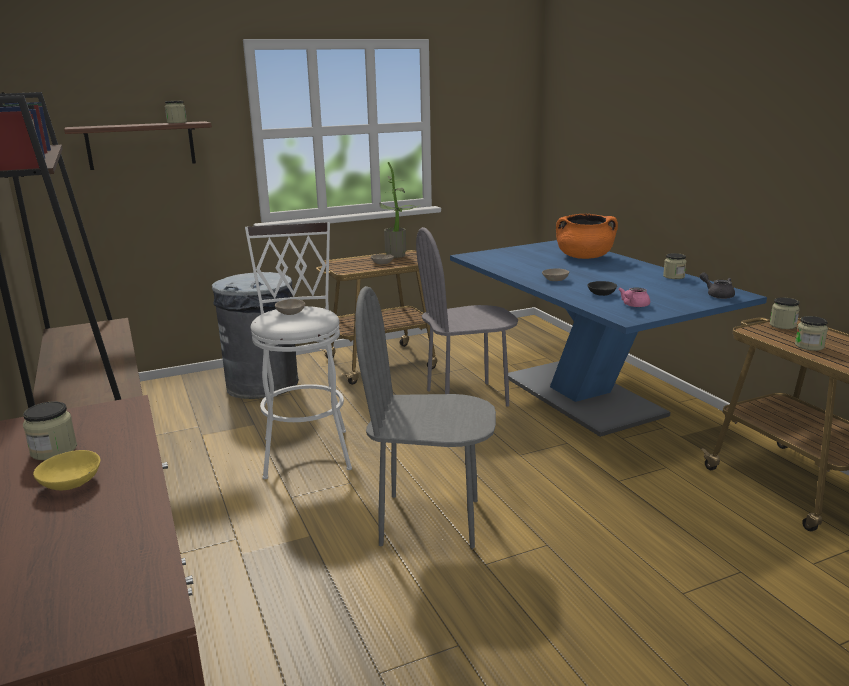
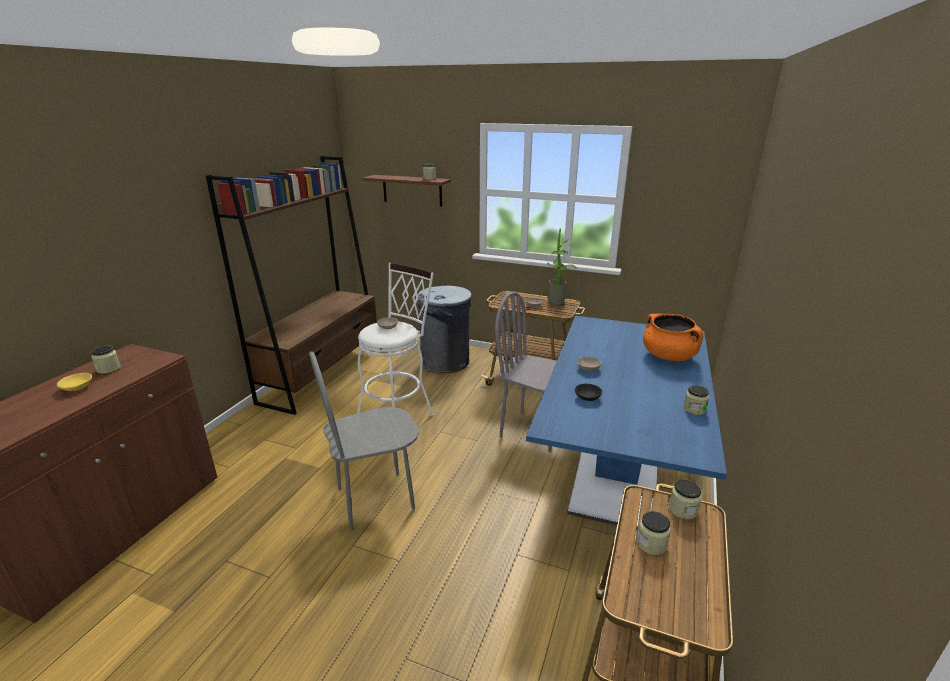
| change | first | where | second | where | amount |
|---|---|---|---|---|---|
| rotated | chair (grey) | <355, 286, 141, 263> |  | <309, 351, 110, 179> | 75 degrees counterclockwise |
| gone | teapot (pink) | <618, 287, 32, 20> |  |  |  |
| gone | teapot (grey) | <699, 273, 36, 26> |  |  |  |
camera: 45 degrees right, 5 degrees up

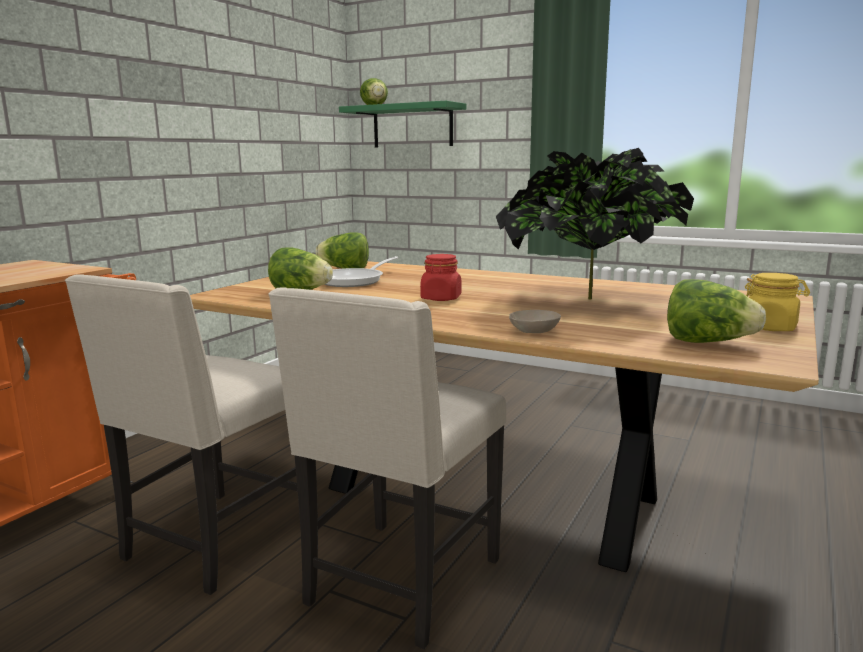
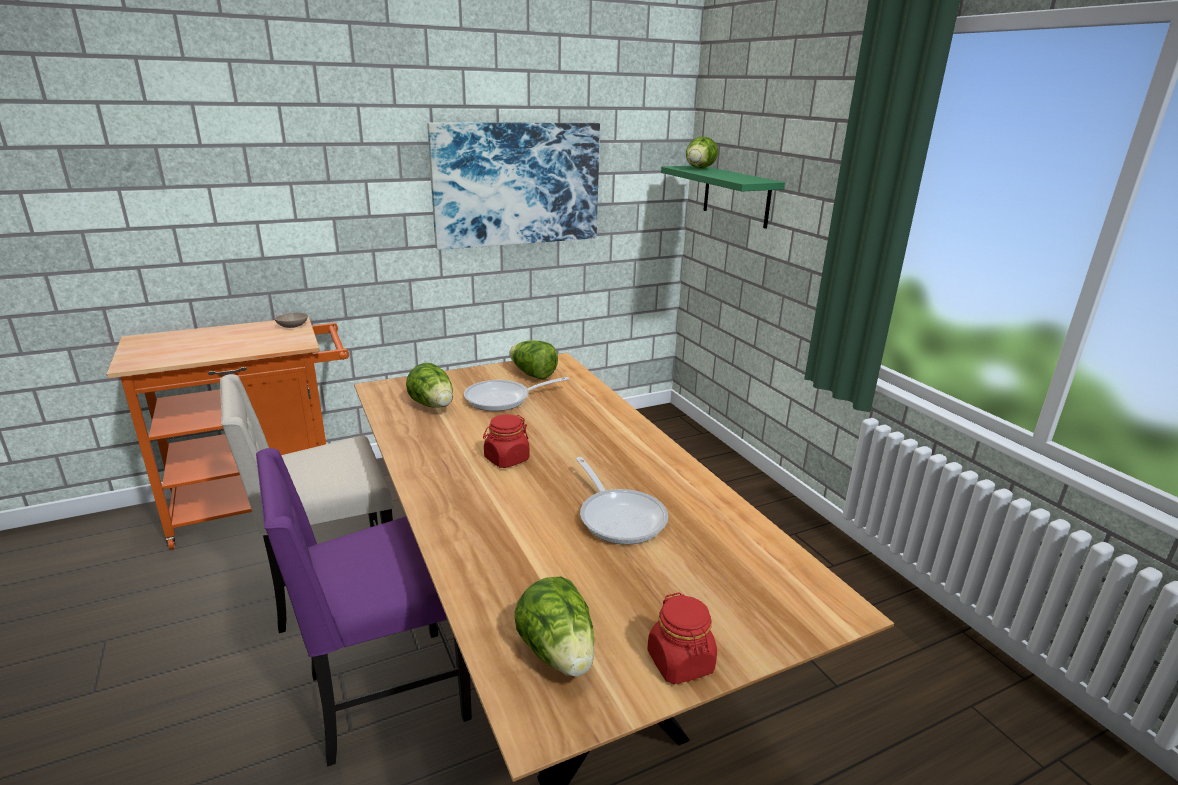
| change | first | where | second | where | amount |
|---|---|---|---|---|---|
| repainted | chair (beige) | <268, 287, 238, 362> | chair (purple) | <256, 448, 216, 318> |  |
| shifted | bowl (beige) | <509, 310, 52, 23> |  | <274, 312, 34, 16> |  |
| new |  |  | picture | <427, 122, 173, 128> |  |
| swapped | potted plant | <496, 148, 198, 152> | frying pan | <576, 457, 92, 88> |  |
| repainted | jar (yellow) | <745, 273, 65, 58> | jar (red) | <647, 592, 70, 92> |  |
camera: 35 degrees right, 10 degrees up

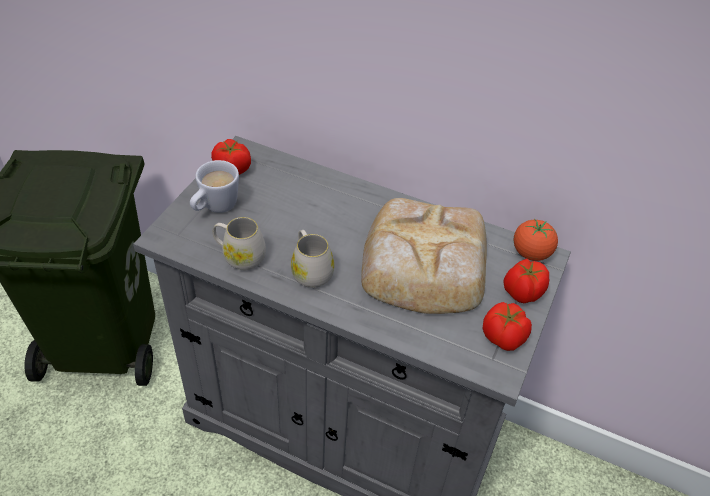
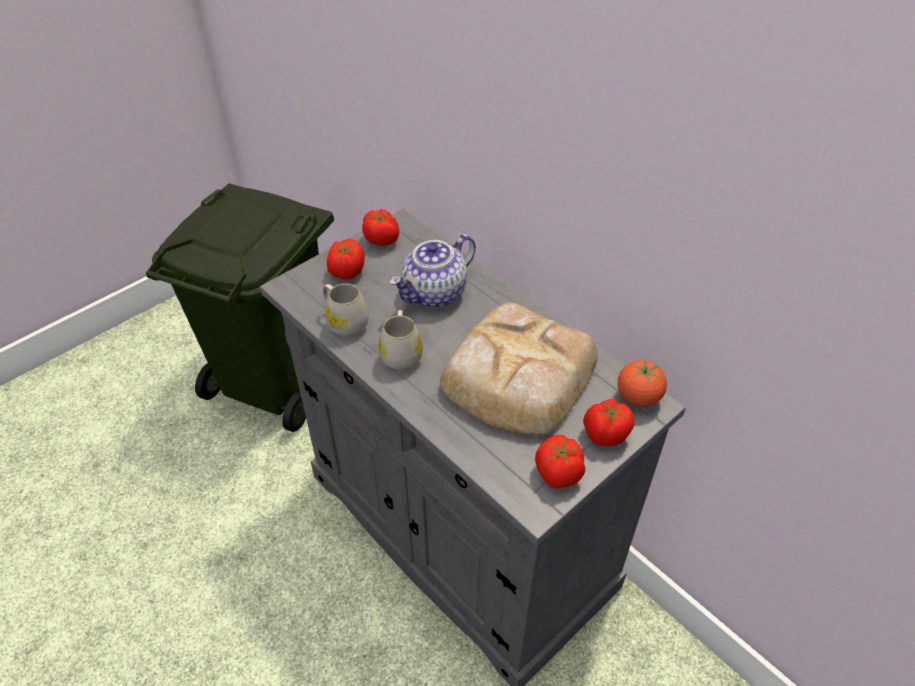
| change | first | where | second | where | amount |
|---|---|---|---|---|---|
| swapped | mug (white) | <190, 160, 49, 53> | tomato | <327, 239, 38, 41> |  |
| new |  |  | teapot | <390, 234, 86, 74> |  |
camera: 25 degrees right, 0 degrees up

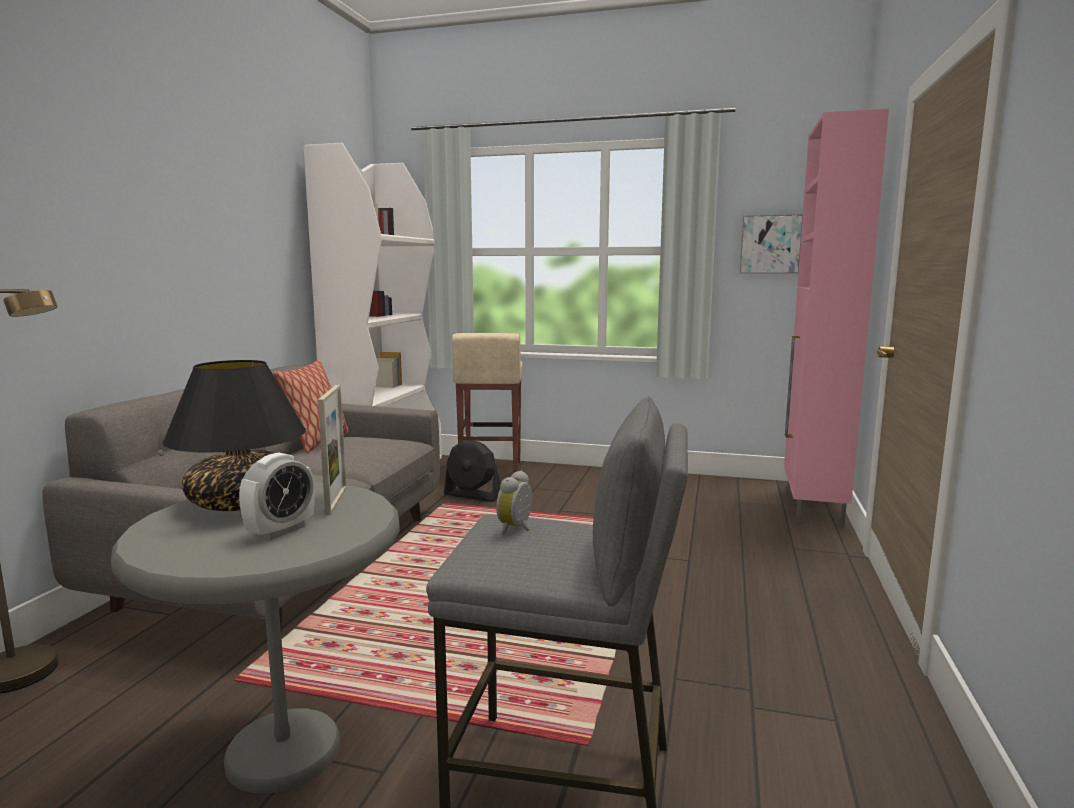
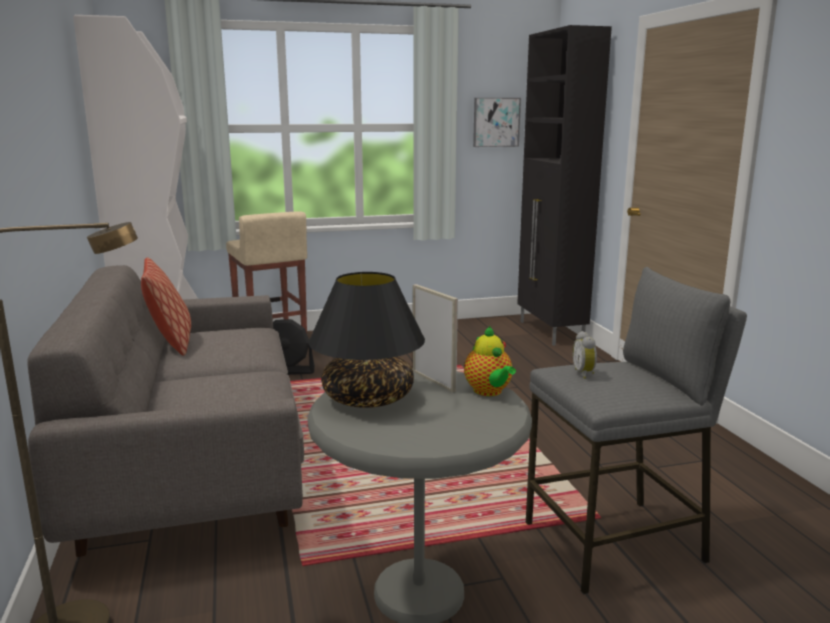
| change | first | where | second | where | amount |
|---|---|---|---|---|---|
| new |  |  | teapot | <464, 326, 52, 70> |  |
| repainted | cabinet (pink) | <784, 109, 105, 419> | cabinet (black) | <517, 25, 95, 321> |  |
| gone | alarm clock | <239, 452, 76, 88> |  |  |  |
camera: 30 degrees left, 5 degrees up

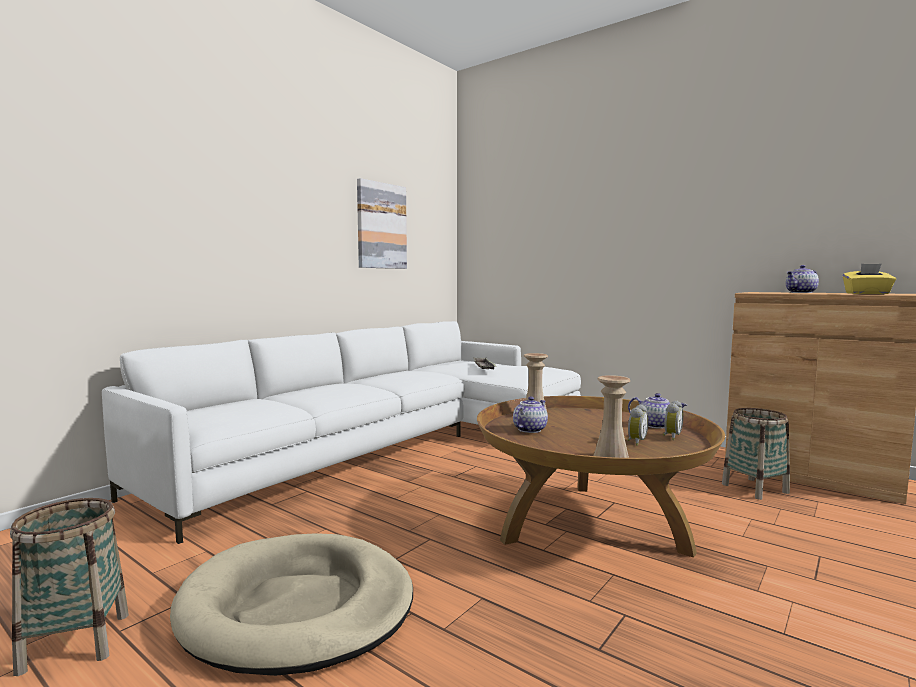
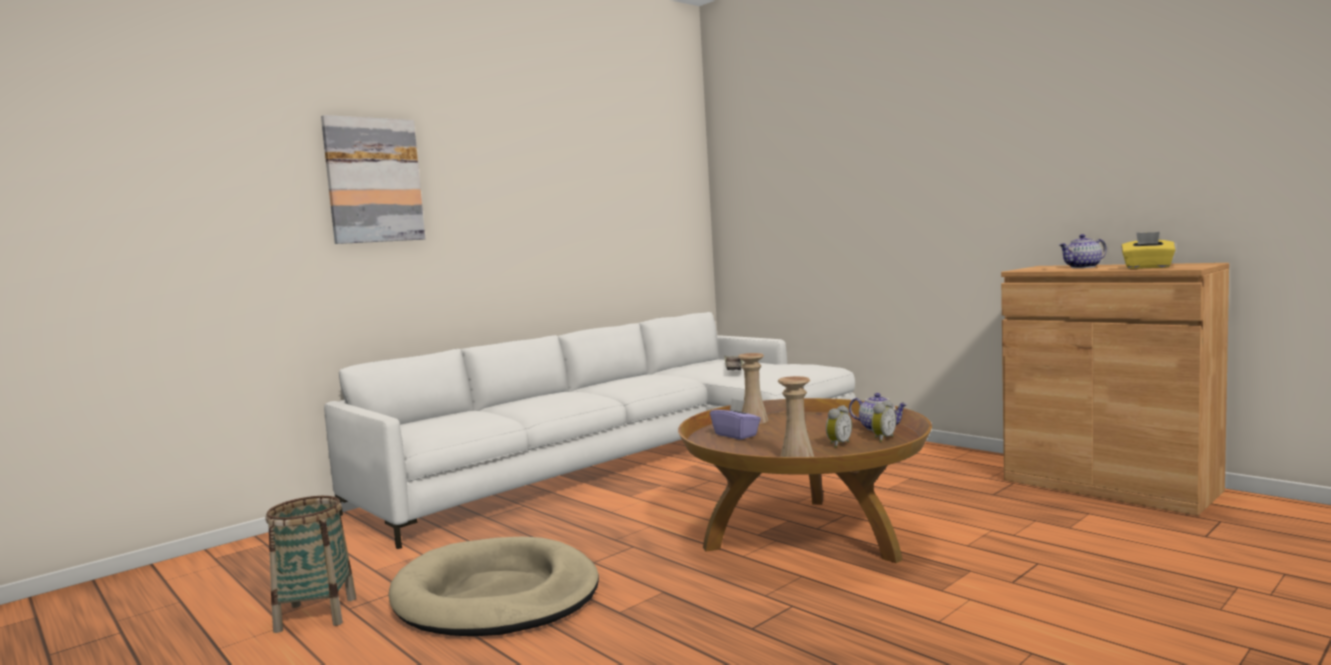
| change | first | where | second | where | amount |
|---|---|---|---|---|---|
| shifted | picture | <357, 178, 50, 91> |  | <321, 115, 104, 129> |  |
| swapped | teapot | <513, 397, 35, 36> | tissue box (purple) | <710, 399, 51, 41> |  |
| gone | basket | <722, 408, 68, 92> |  |  |  |
camera: 10 degrees right, 0 degrees up

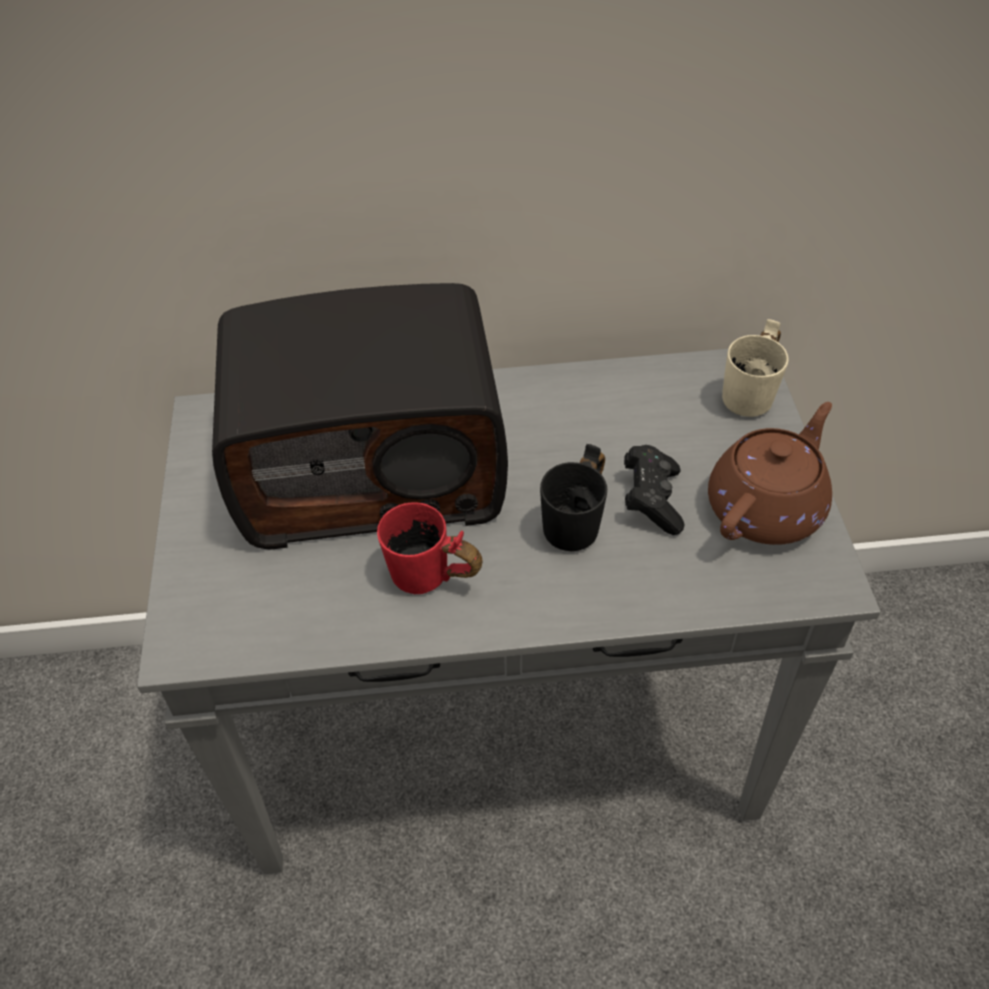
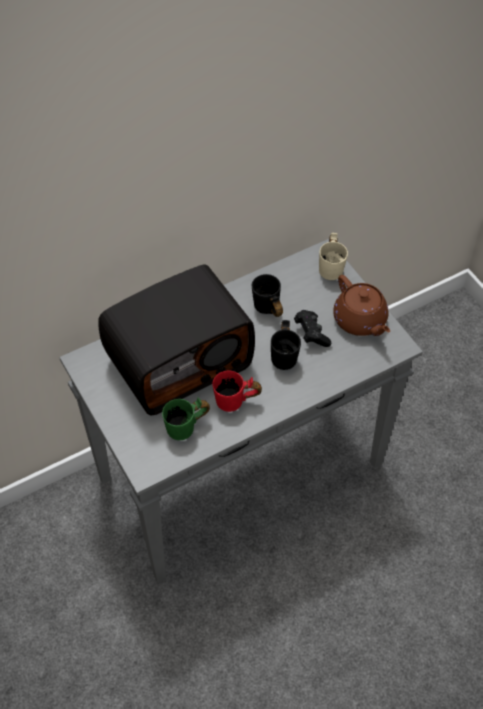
| change | first | where | second | where | amount |
|---|---|---|---|---|---|
| new |  |  | mug (green) | <162, 397, 48, 43> |  |
| new |  |  | mug (black) | <252, 274, 31, 43> |  |
| rotated | teapot (brown) | <708, 402, 124, 143> |  | <333, 275, 57, 61> | 135 degrees clockwise |
camera: 25 degrees left, 5 degrees up

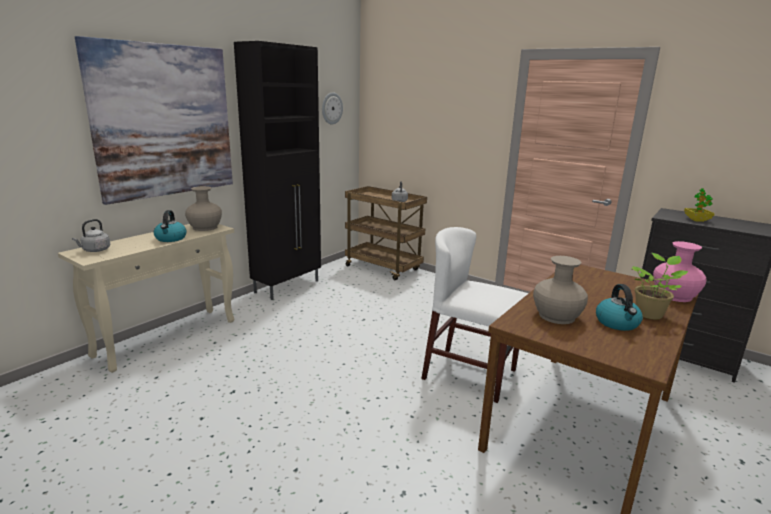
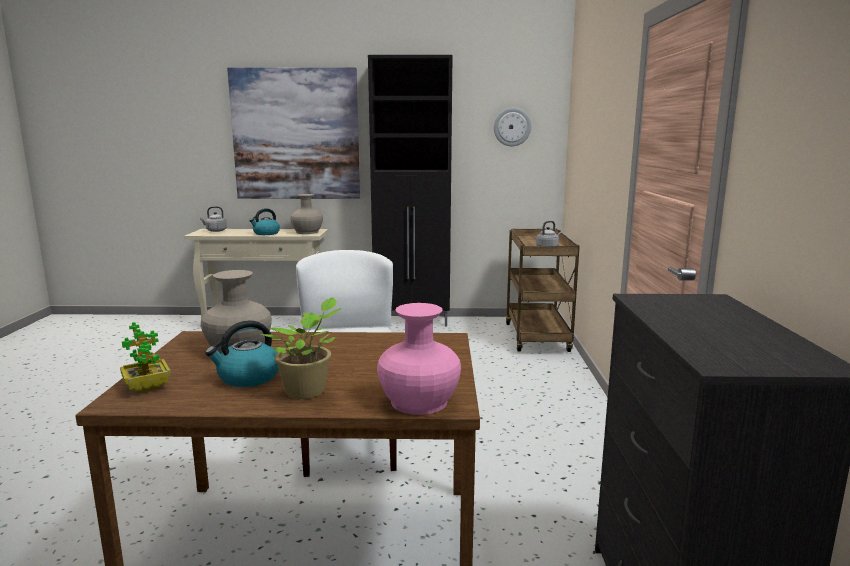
| change | first | where | second | where | amount |
|---|---|---|---|---|---|
| shifted | potted plant | <684, 188, 31, 34> |  | <120, 322, 51, 71> |  |
camera: 55 degrees right, 5 degrees down

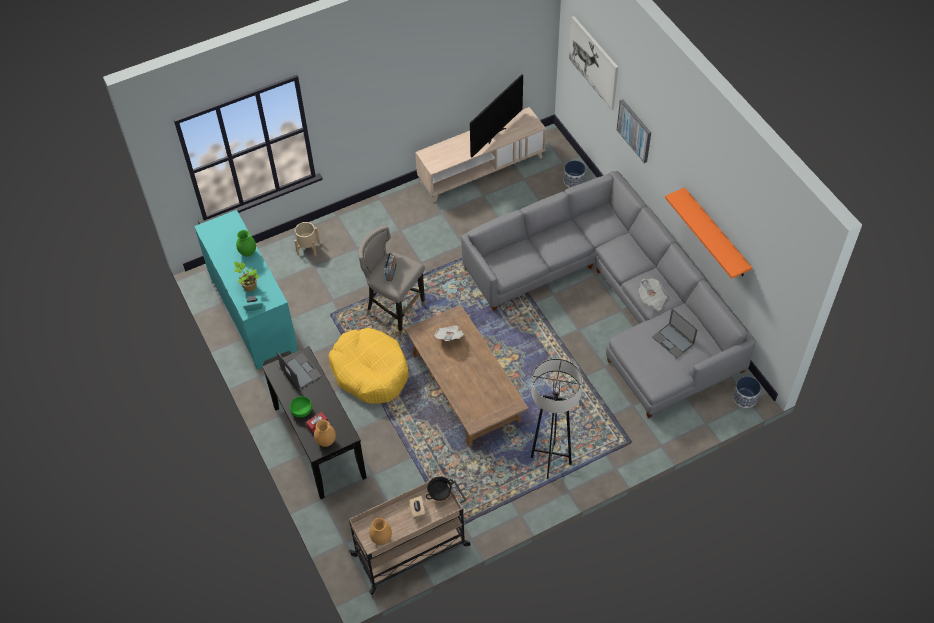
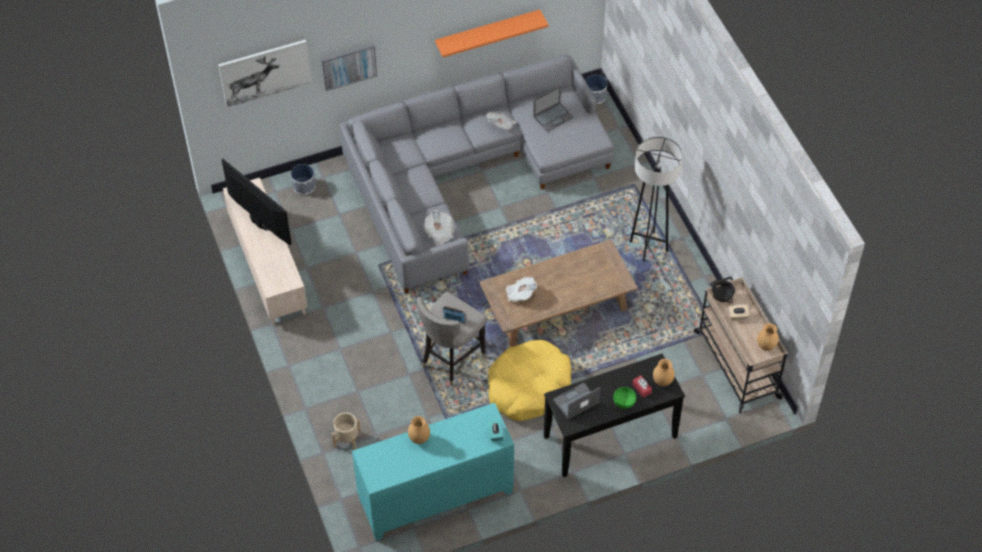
| change | first | where | second | where | amount |
|---|---|---|---|---|---|
| repainted | vase (green) | <236, 230, 20, 26> | vase (brown) | <408, 416, 22, 28> |  |
| new |  |  | newspaper | <424, 210, 29, 36> |  |
| gone | potted plant | <234, 262, 26, 30> |  |  |  |
camera: 85 degrees left, 0 degrees up

